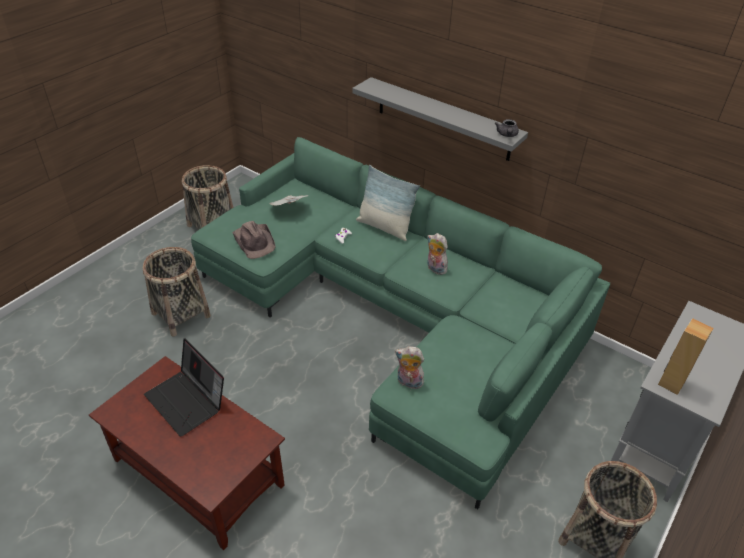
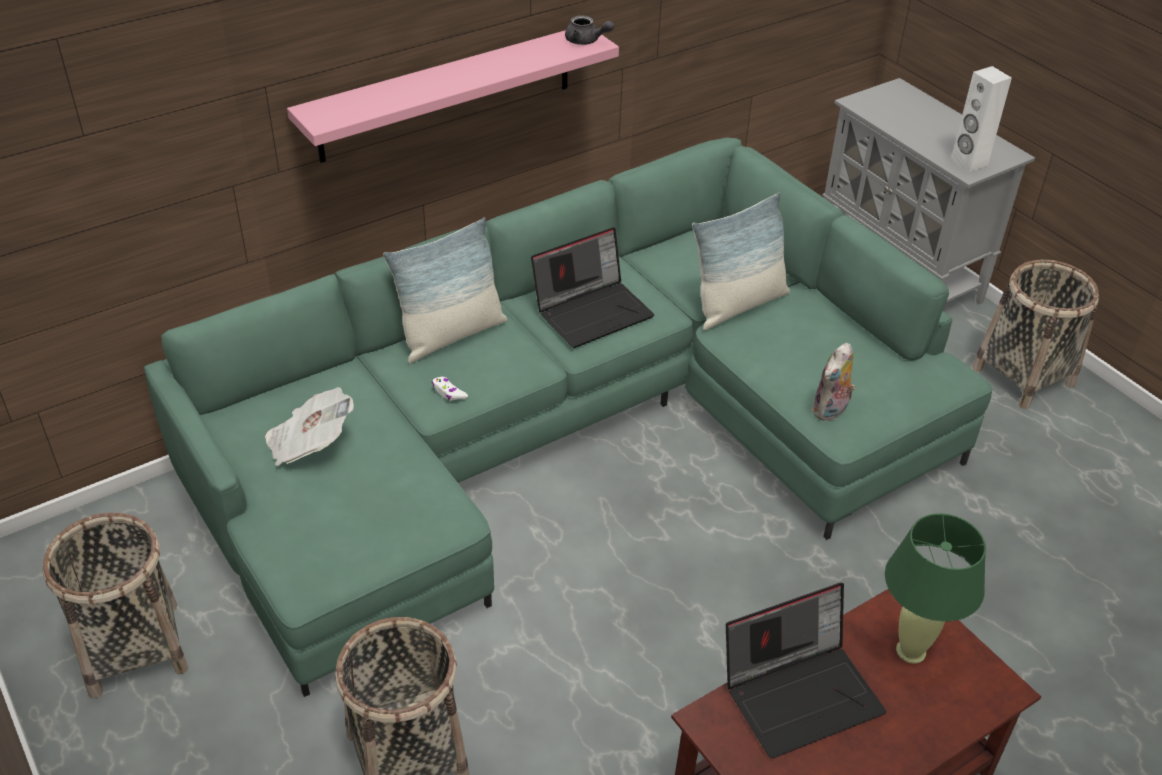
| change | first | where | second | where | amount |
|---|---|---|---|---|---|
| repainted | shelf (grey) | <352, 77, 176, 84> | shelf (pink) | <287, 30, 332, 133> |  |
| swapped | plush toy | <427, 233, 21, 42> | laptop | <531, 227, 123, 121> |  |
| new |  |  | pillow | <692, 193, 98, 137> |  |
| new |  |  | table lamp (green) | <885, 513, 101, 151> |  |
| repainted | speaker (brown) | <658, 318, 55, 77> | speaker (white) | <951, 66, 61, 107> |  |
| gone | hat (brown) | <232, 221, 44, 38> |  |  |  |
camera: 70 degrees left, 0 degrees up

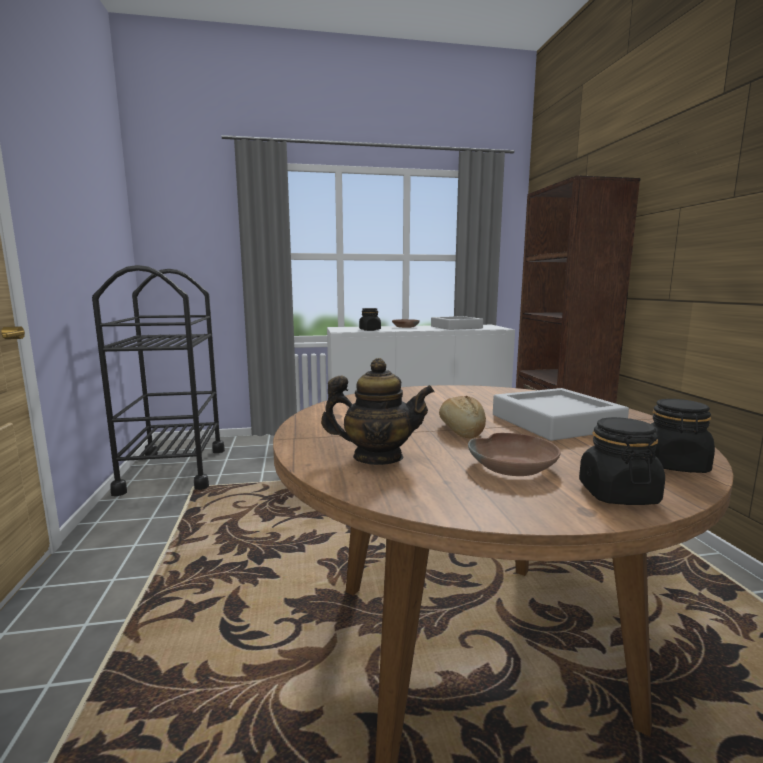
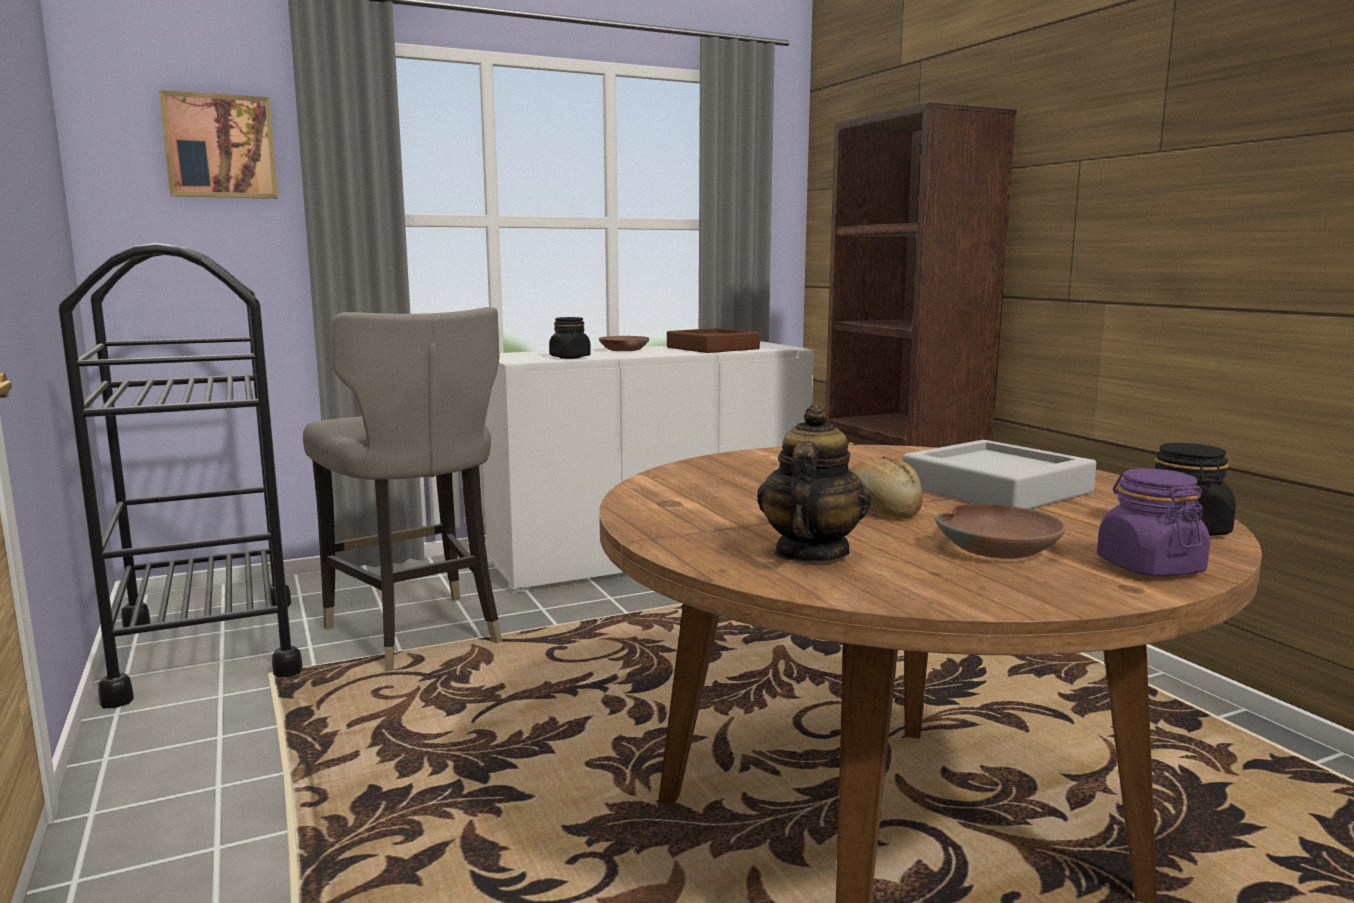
| change | first | where | second | where | amount |
|---|---|---|---|---|---|
| new |  |  | picture | <159, 90, 119, 109> |  |
| new |  |  | stool (grey) | <303, 307, 199, 364> |  |
| repainted | tray (grey) | <431, 316, 52, 14> | tray (brown) | <667, 328, 93, 25> |  |
| rotated | teapot | <321, 358, 113, 107> |  | <757, 404, 114, 158> | 60 degrees counterclockwise |
| repainted | jar (black) | <579, 417, 86, 88> | jar (purple) | <1097, 468, 113, 108> |  |
camera: 15 degrees left, 0 degrees up

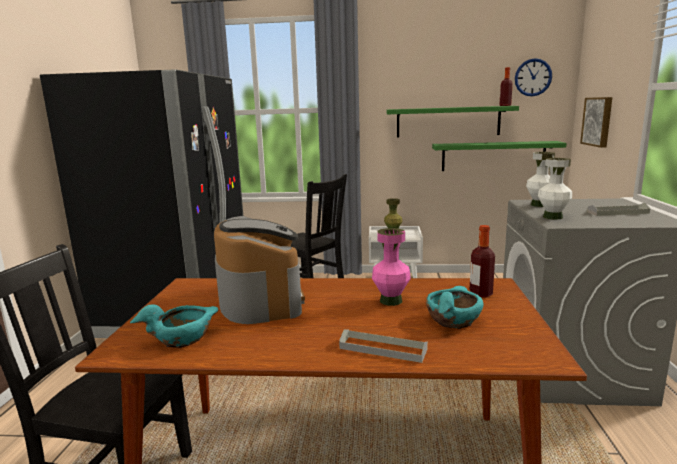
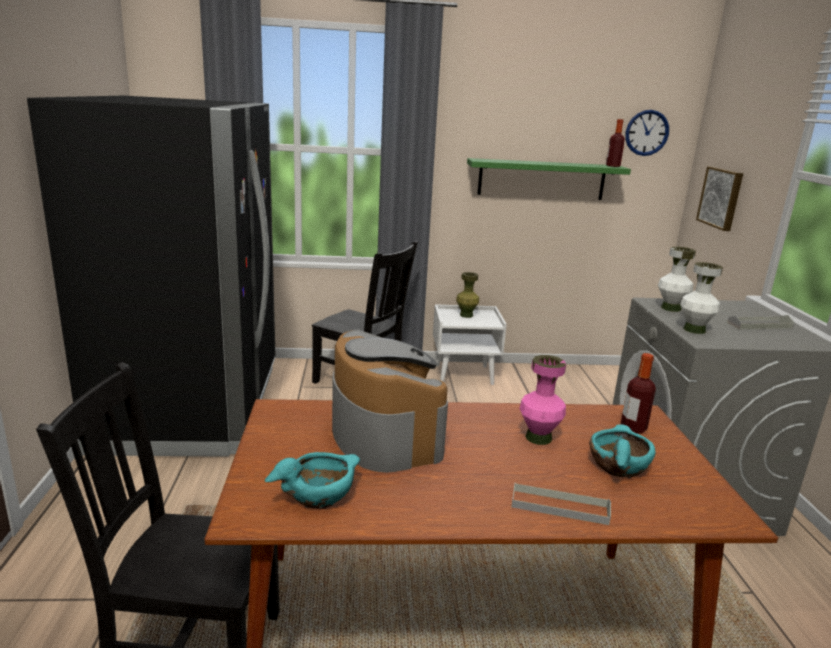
| change | first | where | second | where | amount |
|---|---|---|---|---|---|
| gone | shelf (green) | <432, 141, 135, 30> |  |  |  |
camera: 10 degrees left, 5 degrees up

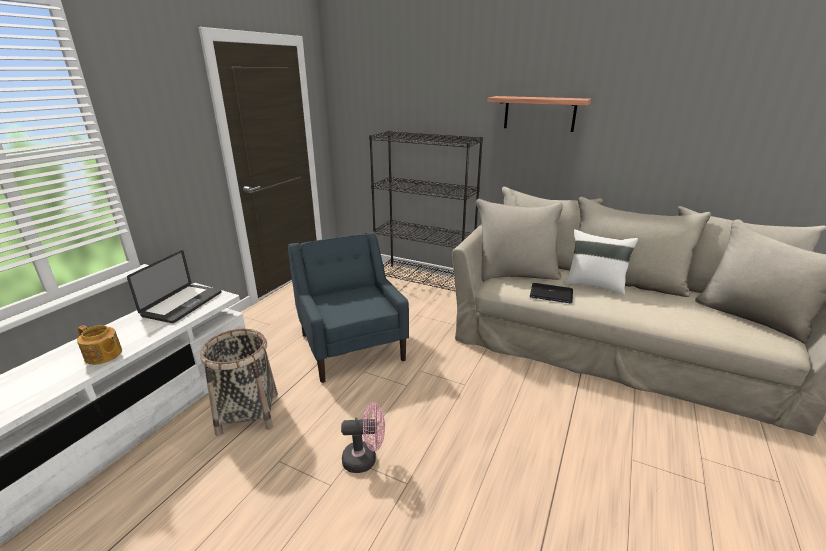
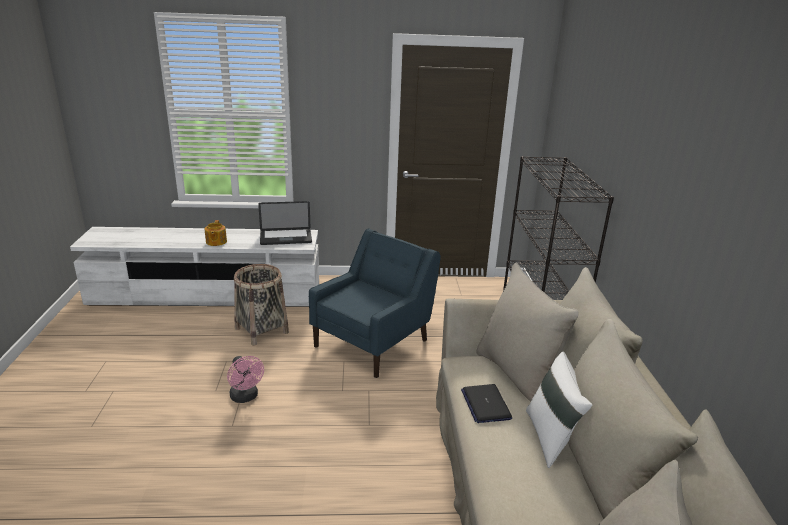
| change | first | where | second | where | amount |
|---|---|---|---|---|---|
| gone | shelf | <487, 96, 104, 36> |  |  |  |
camera: 60 degrees right, 0 degrees up

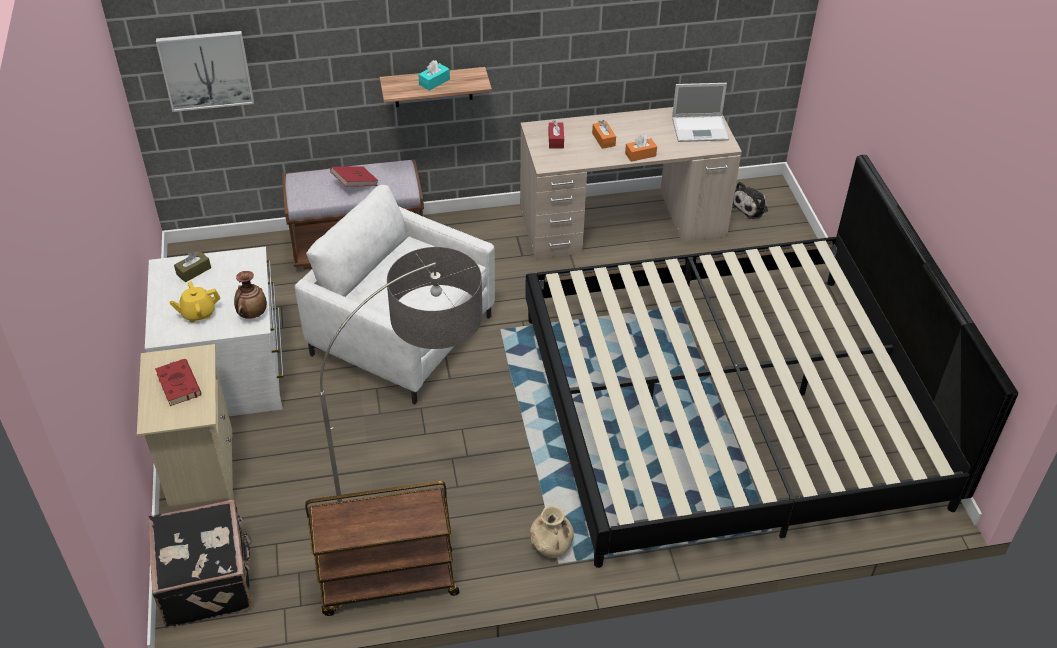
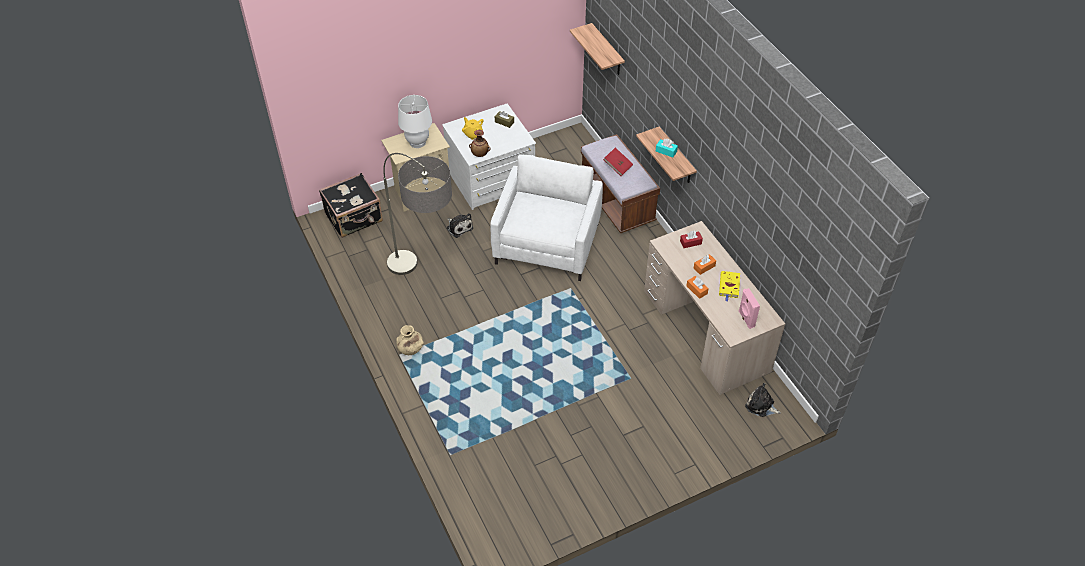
| change | first | where | second | where | amount |
|---|---|---|---|---|---|
| swapped | book (red) | <155, 359, 46, 47> | table lamp (white) | <398, 95, 34, 53> |  |
| new |  |  | plush toy | <447, 213, 26, 25> |  |
| swapped | picture | <156, 31, 98, 81> | shelf | <570, 23, 55, 52> |  |
| new |  |  | book (yellow) | <719, 271, 21, 31> |  |
| swapped | laptop | <672, 83, 57, 59> | speaker (pink) | <739, 288, 21, 41> |  |
| gone | cart (brown) | <305, 481, 154, 135> |  |  |  |
| gone | bed | <525, 155, 493, 413> |  |  |  |
camera: 75 degrees right, 5 degrees up

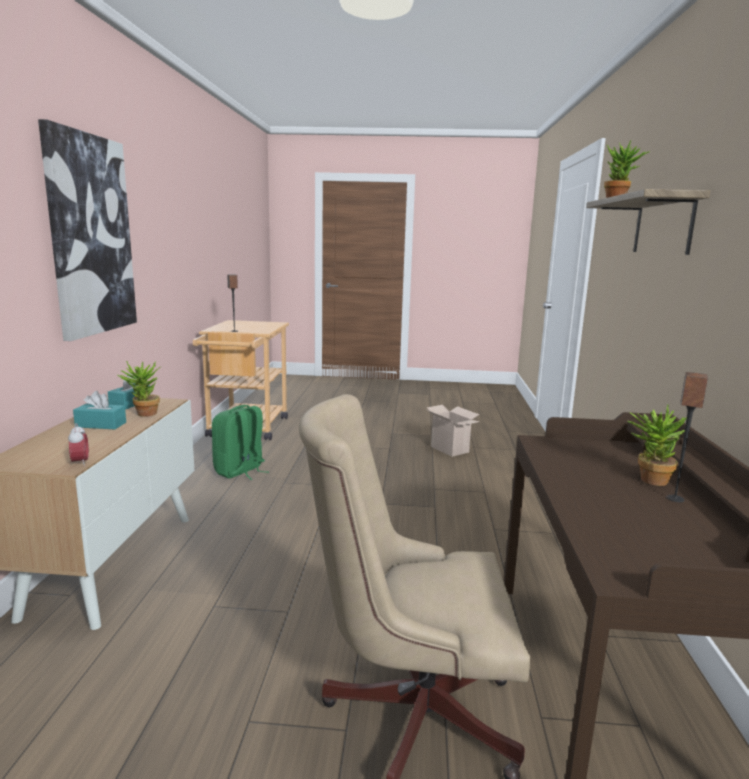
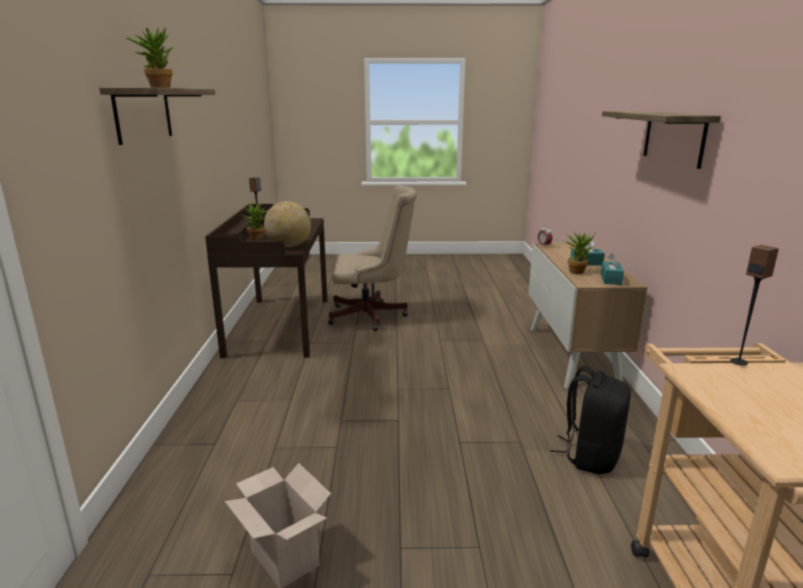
| change | first | where | second | where | amount |
|---|---|---|---|---|---|
| new |  |  | globe | <264, 201, 47, 47> |  |
| repainted | backpack (green) | <212, 405, 57, 75> | backpack (black) | <550, 366, 81, 108> |  |
| swapped | picture | <38, 119, 99, 222> | shelf | <602, 111, 119, 58> |  |
camera: 175 degrees right, 5 degrees up

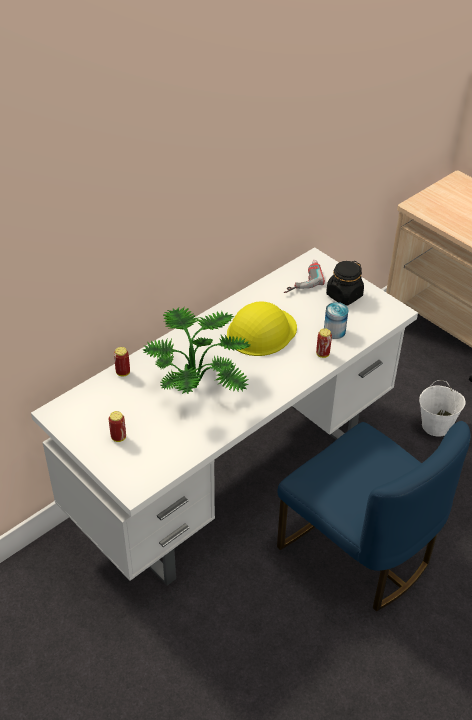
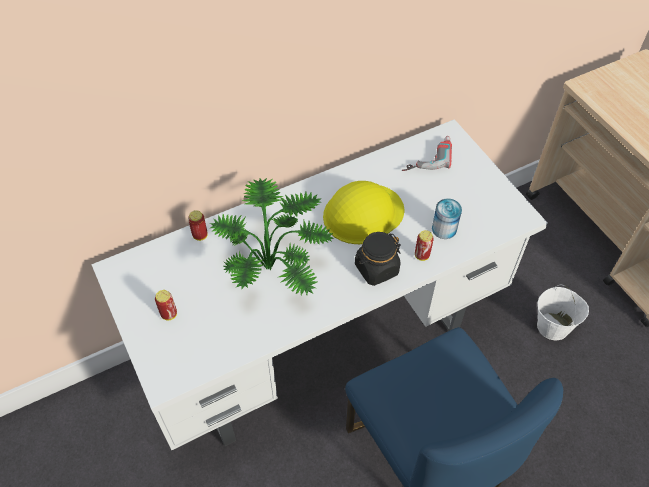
| change | first | where | second | where | amount |
|---|---|---|---|---|---|
| shifted | jar (black) | <326, 261, 38, 45> |  | <355, 232, 46, 54> |  |
camera: 15 degrees right, 10 degrees up

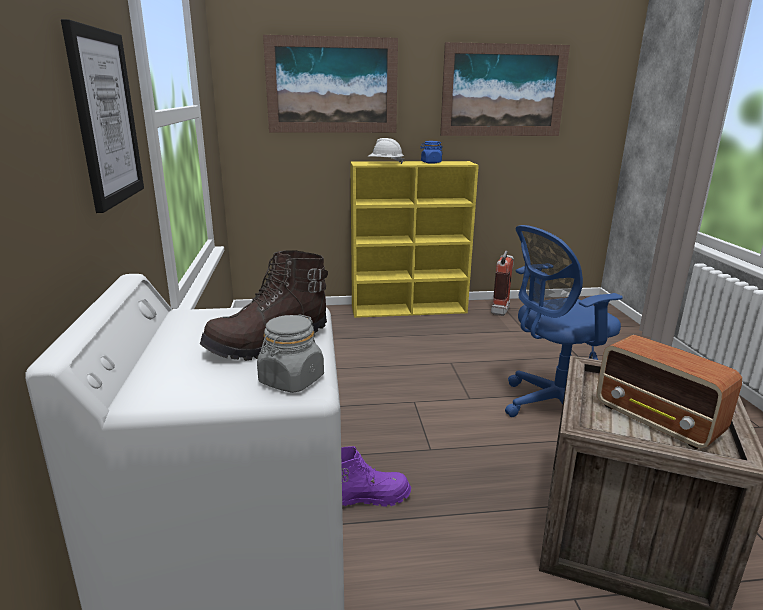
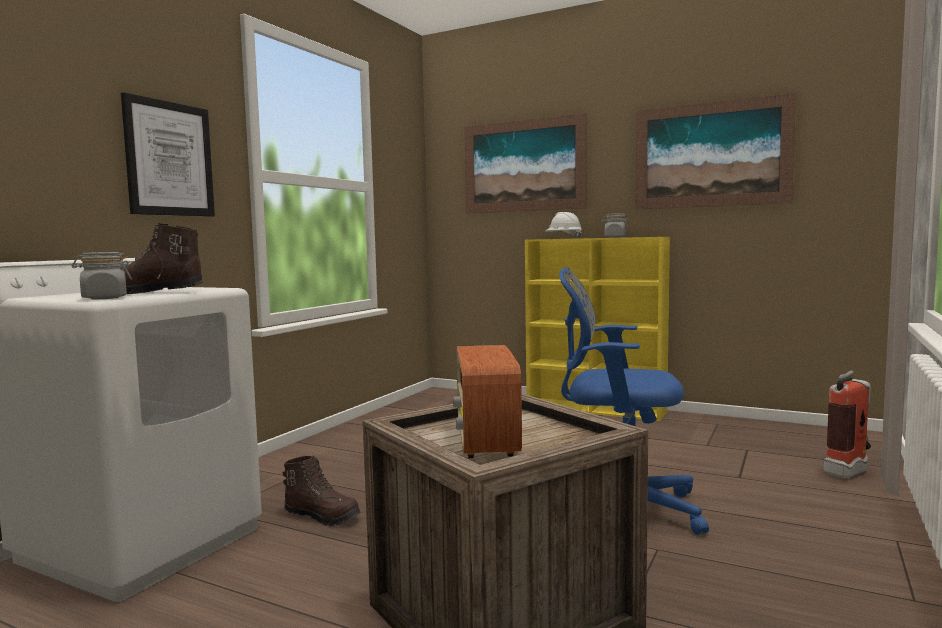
| change | first | where | second | where | amount |
|---|---|---|---|---|---|
| repainted | boot (purple) | <341, 446, 70, 61> | boot (brown) | <283, 455, 78, 71> |  |
| repainted | jar (blue) | <420, 141, 23, 23> | jar (grey) | <602, 213, 26, 24> |  |
| shifted | fire extinguisher | <491, 251, 23, 65> |  | <823, 370, 48, 109> |  |
camera: 35 degrees right, 15 degrees down

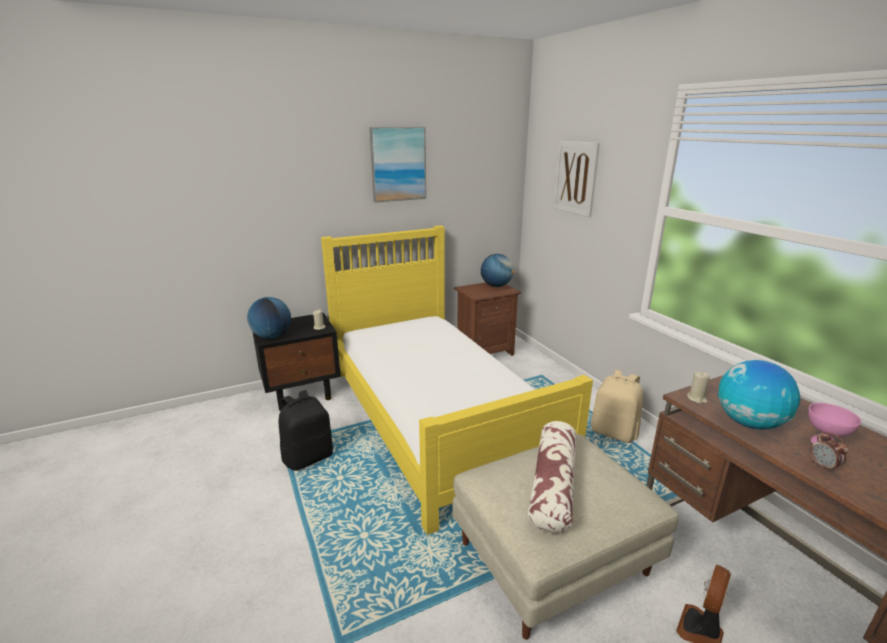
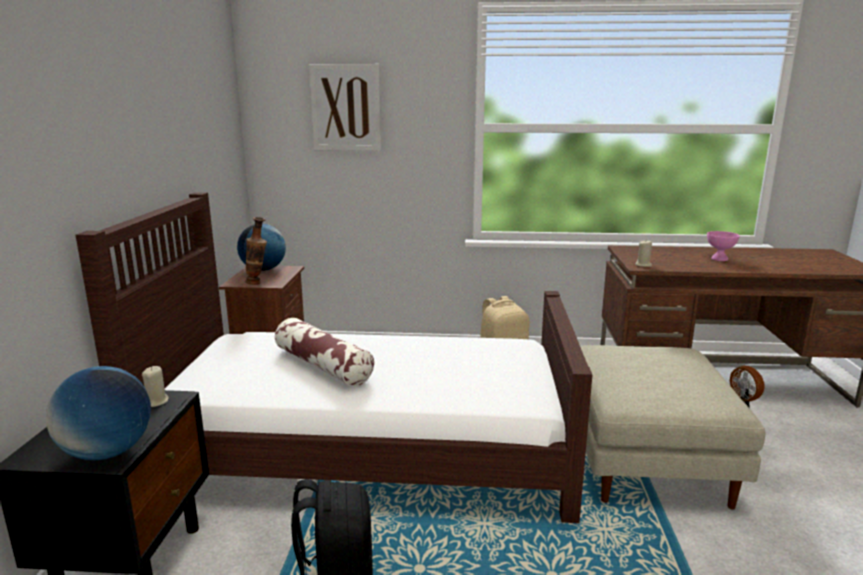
| change | first | where | second | where | amount |
|---|---|---|---|---|---|
| repainted | bed (yellow) | <321, 225, 272, 310> | bed (brown) | <75, 192, 517, 331> |  |
| new |  |  | vase | <245, 217, 22, 68> |  |
| shifted | pillow | <528, 421, 49, 112> |  | <275, 318, 99, 68> |  |
| gone | picture | <370, 127, 56, 75> |  |  |  |
| gone | globe | <717, 360, 83, 69> |  |  |  |
| gone | alarm clock | <810, 432, 38, 40> |  |  |  |
camera: 60 degrees left, 5 degrees down

